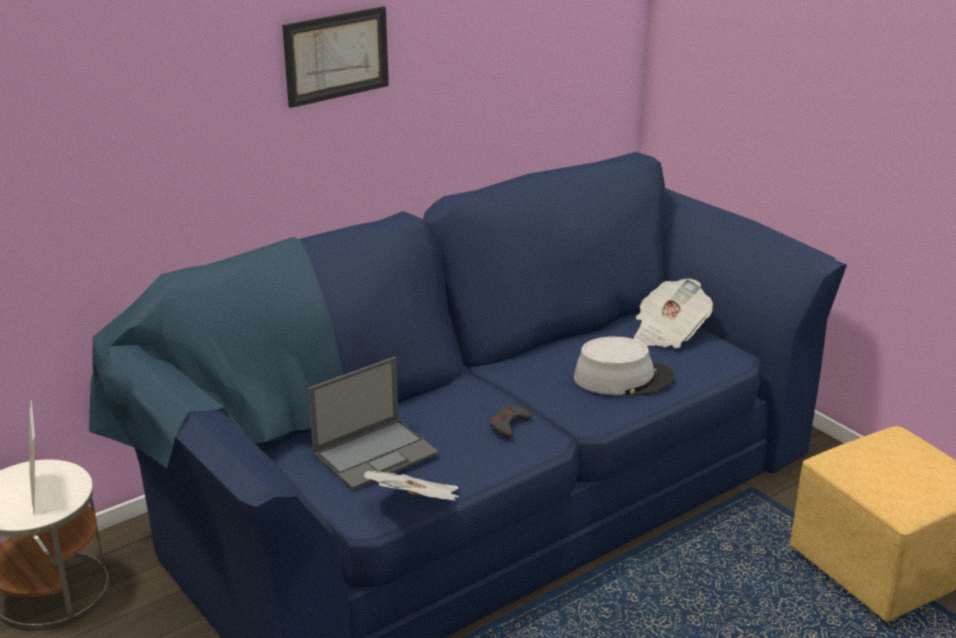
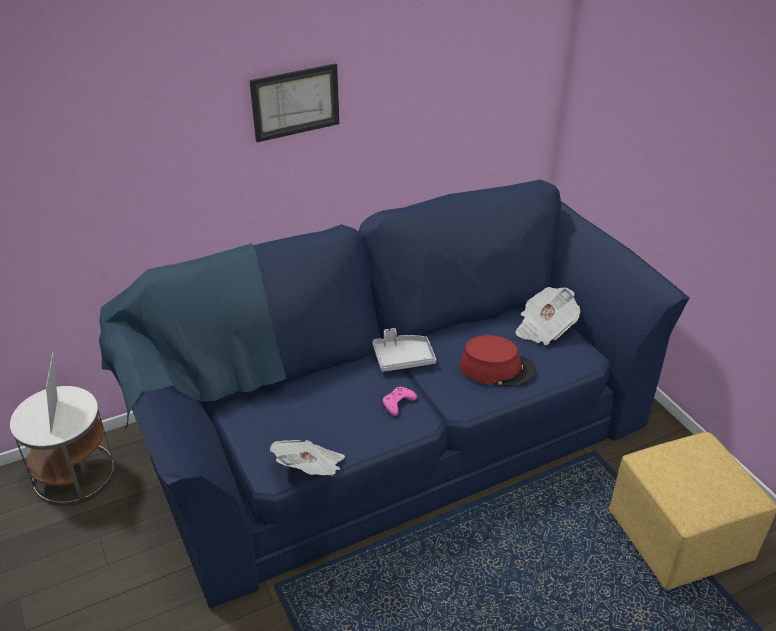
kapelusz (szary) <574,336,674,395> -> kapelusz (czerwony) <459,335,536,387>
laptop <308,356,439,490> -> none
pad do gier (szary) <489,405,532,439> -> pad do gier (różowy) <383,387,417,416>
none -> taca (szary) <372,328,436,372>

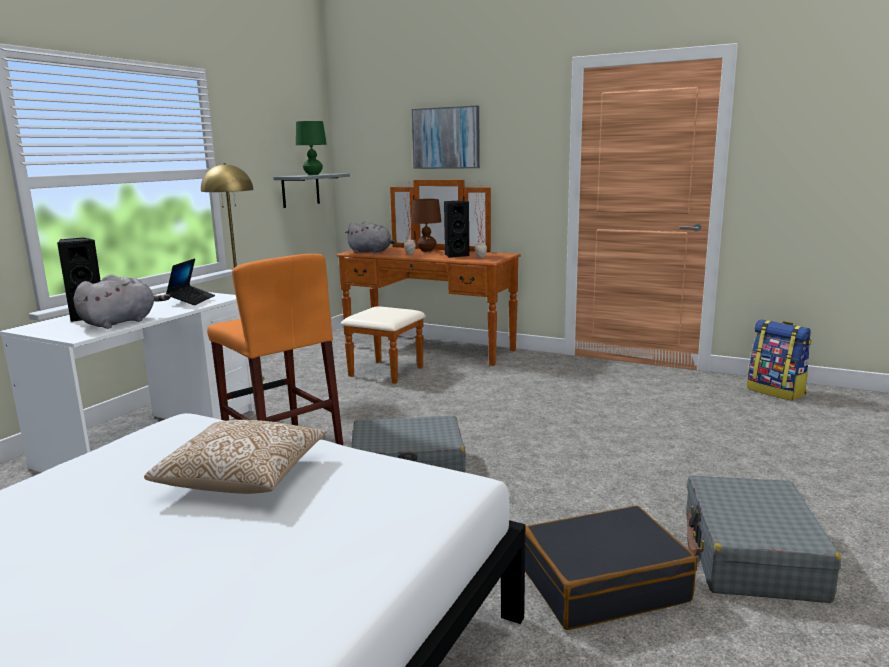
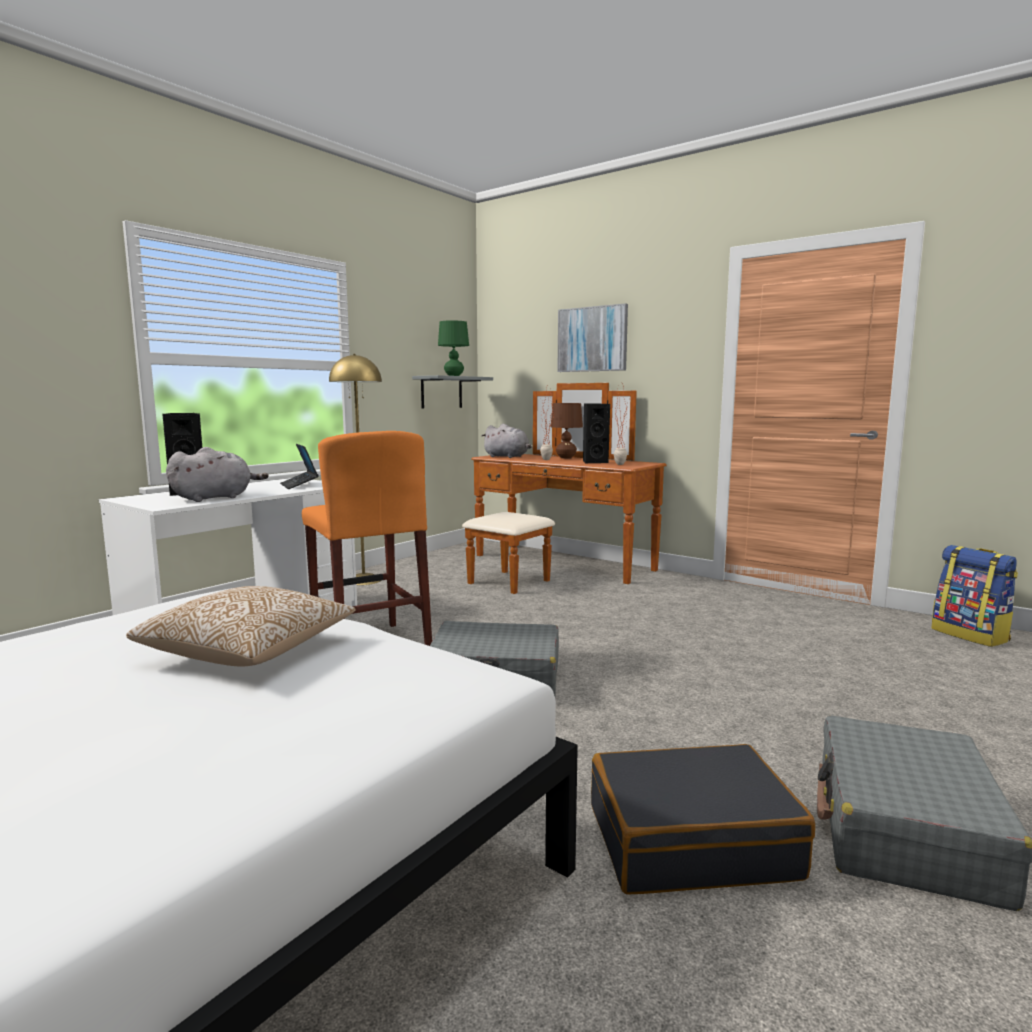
laptop <166,258,215,305> -> laptop <280,444,319,489>, 135 degrees clockwise

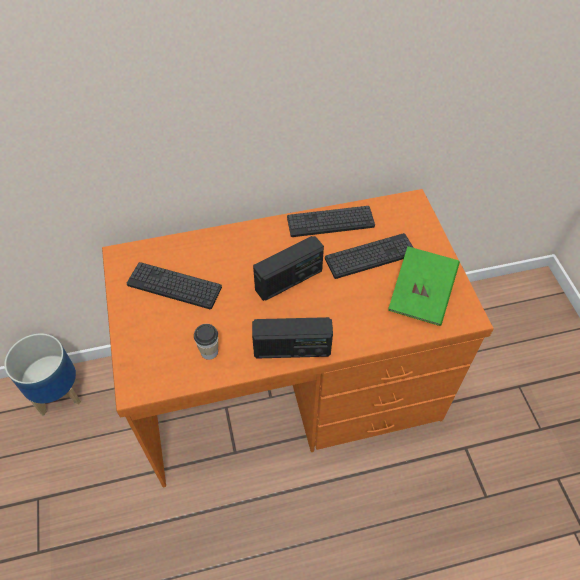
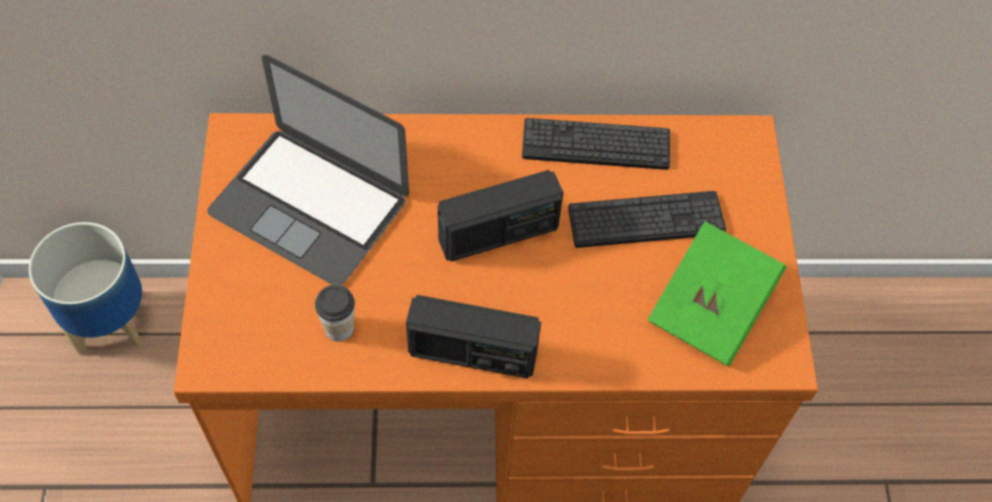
klawiatura <127,262,222,309> -> laptop <207,55,409,285>

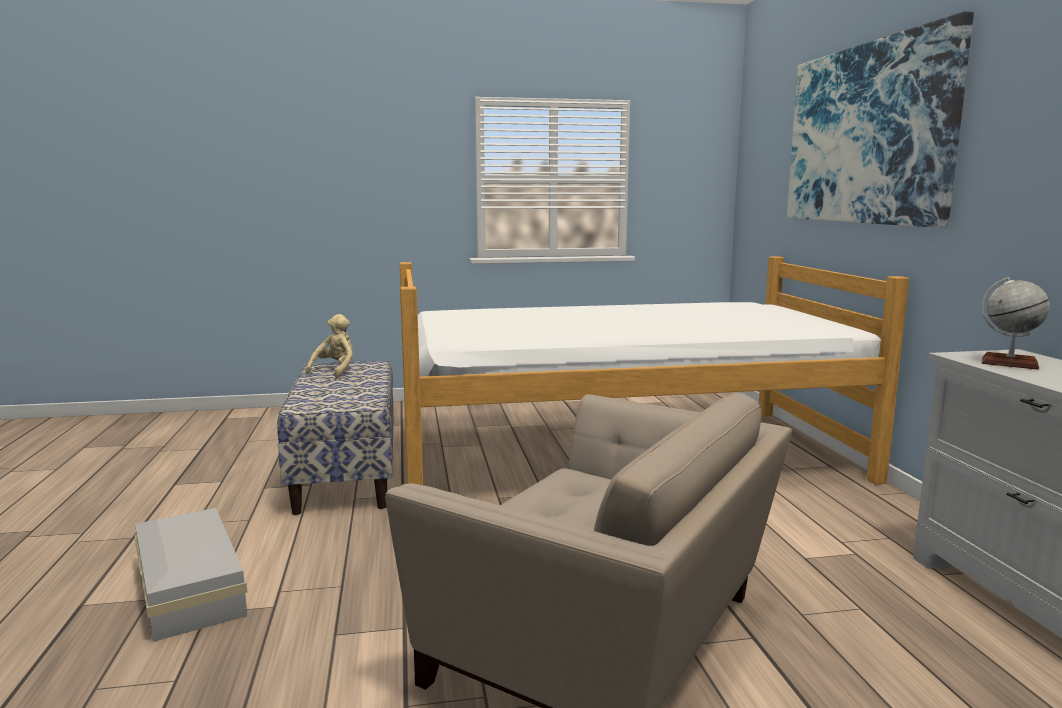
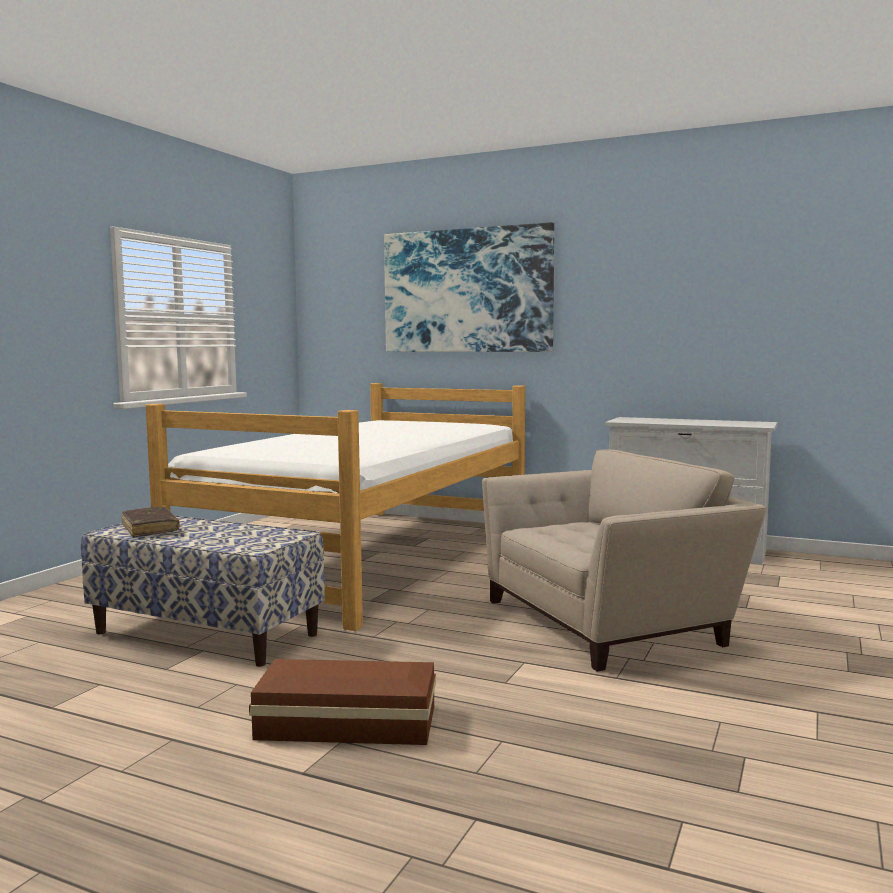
globus <982,277,1050,370> -> none
pluszak (beżowy) <305,314,353,378> -> książka (brązowy) <121,506,180,537>
pojemnik do przechowywania (biały) <135,508,247,642> -> pojemnik do przechowywania (brązowy) <249,659,436,745>

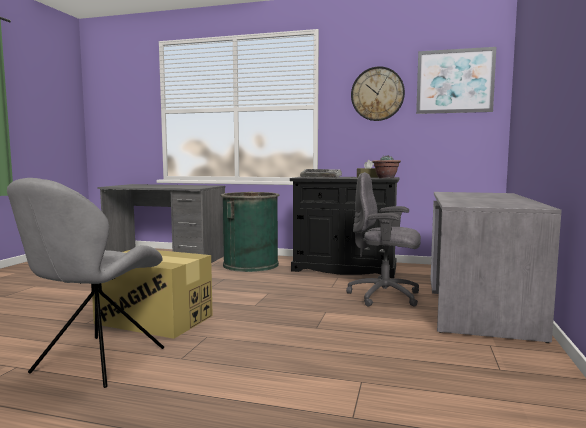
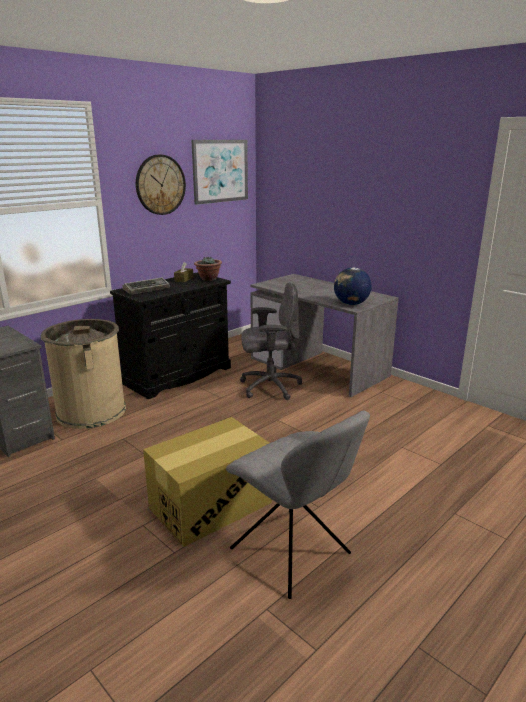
krzesło biurowe (szary) <346,172,421,307> -> krzesło biurowe (szary) <240,282,302,400>, 150 degrees counterclockwise
kosz na śmieci (zielony) <221,191,280,272> -> kosz na śmieci (beżowy) <41,319,126,429>
none -> globus <334,267,372,305>

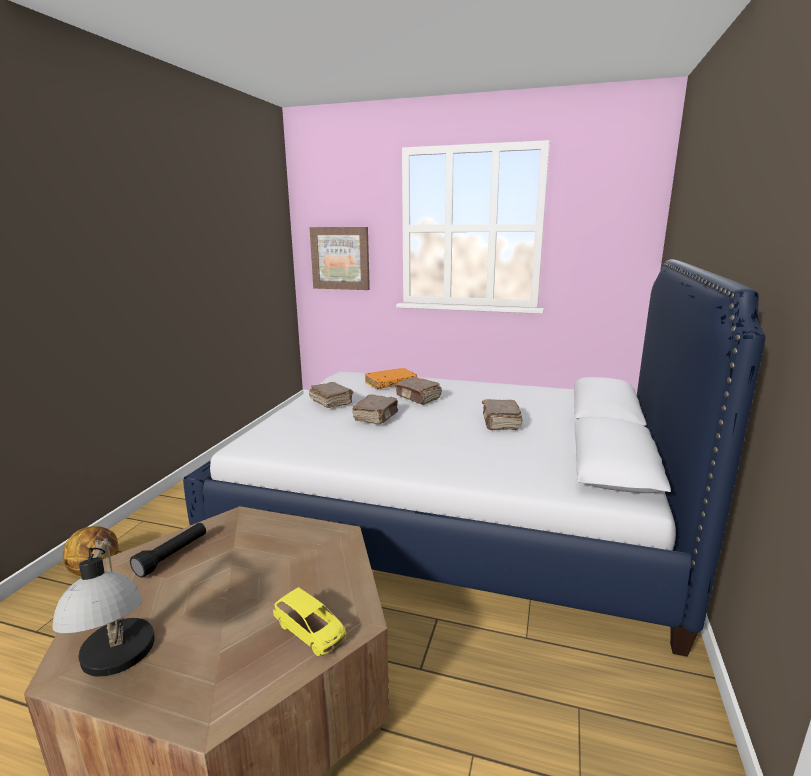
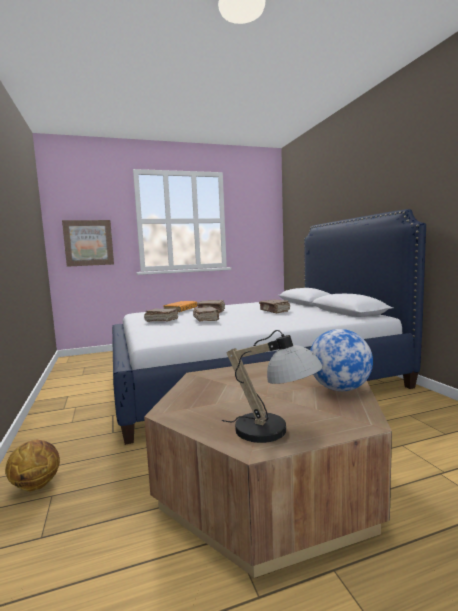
latarka (czarny) <130,523,206,578> -> none
samochodzik (żółty) <273,587,346,656> -> globus <310,329,373,391>

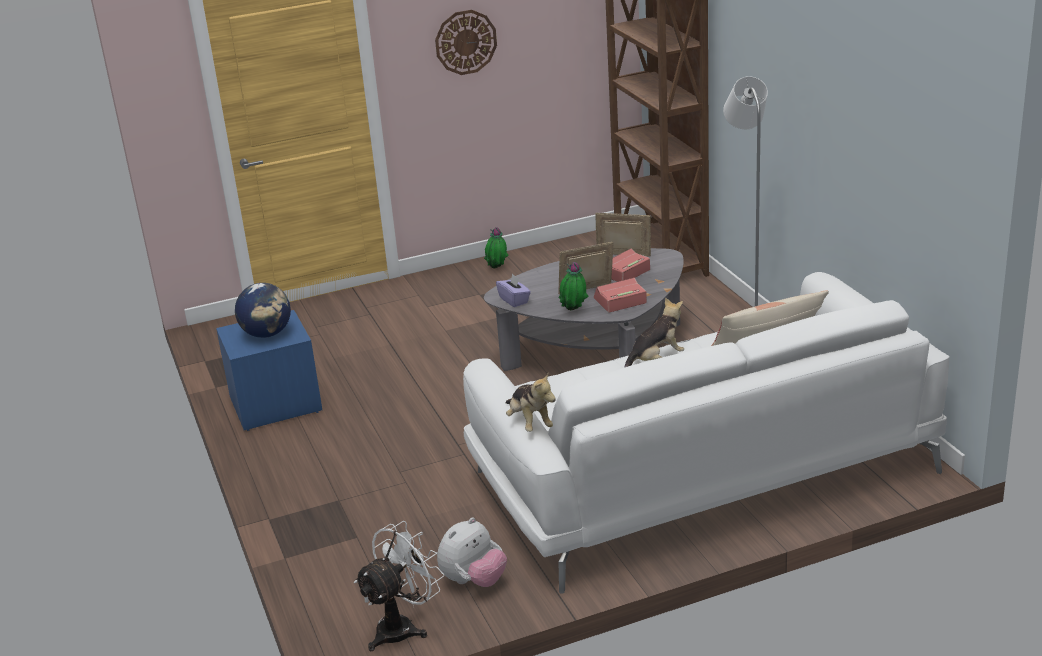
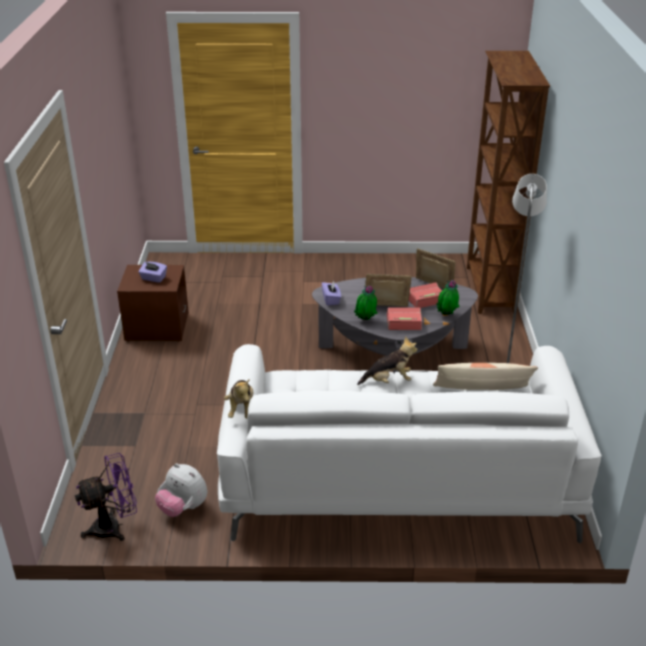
zegar ścienny <435,10,497,75> -> none
roślina doniczkowa <484,227,509,269> -> roślina doniczkowa <437,280,460,315>, moved
globus <235,283,291,338> -> pudełko chusteczek (fioletowy) <138,261,167,283>
szafka nocna (niebieski) <216,310,322,431> -> szafka nocna (brązowy) <117,265,189,342>
pluszak <437,517,507,587> -> pluszak <155,463,207,517>, 60 degrees clockwise
wentylator (biały) <354,521,444,651> -> wentylator (fioletowy) <75,453,137,541>

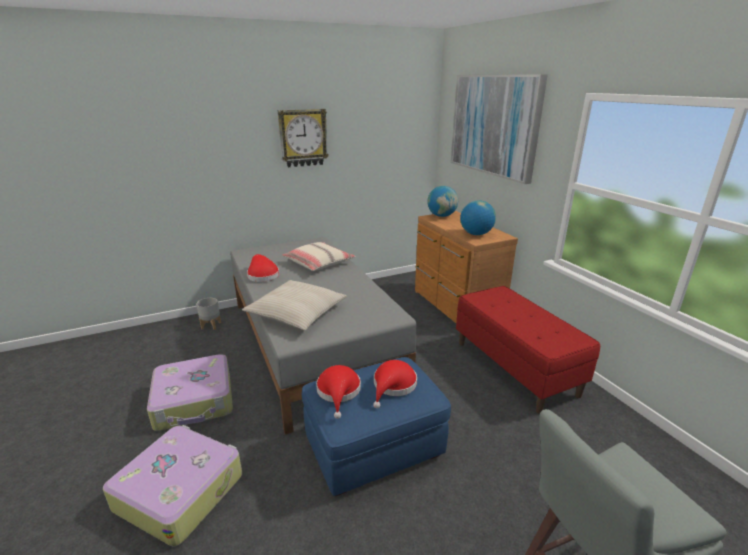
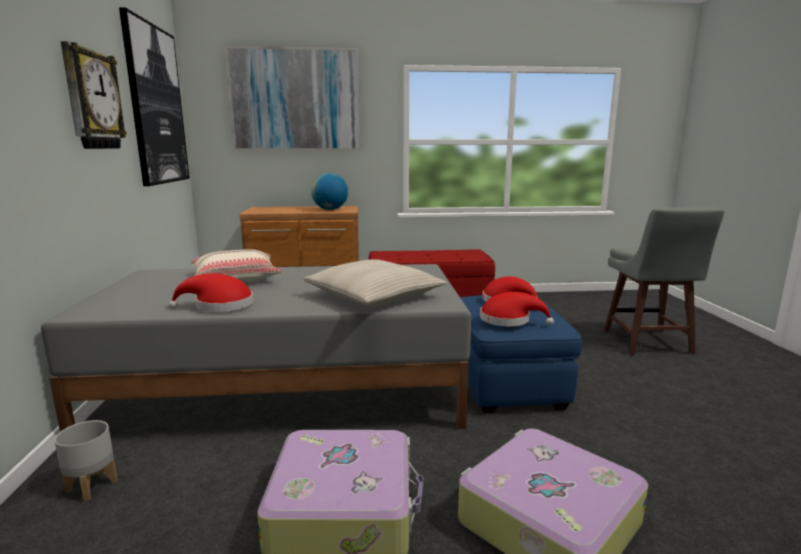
globus <427,186,458,217> -> none
none -> obraz <119,7,190,186>

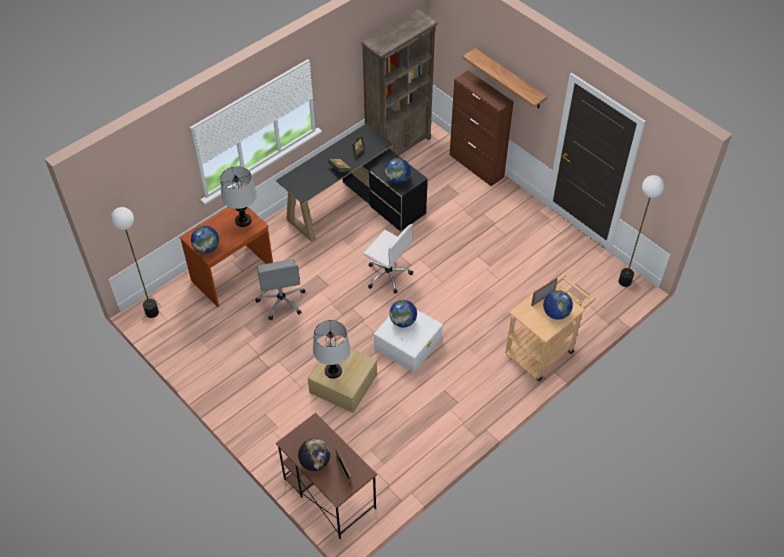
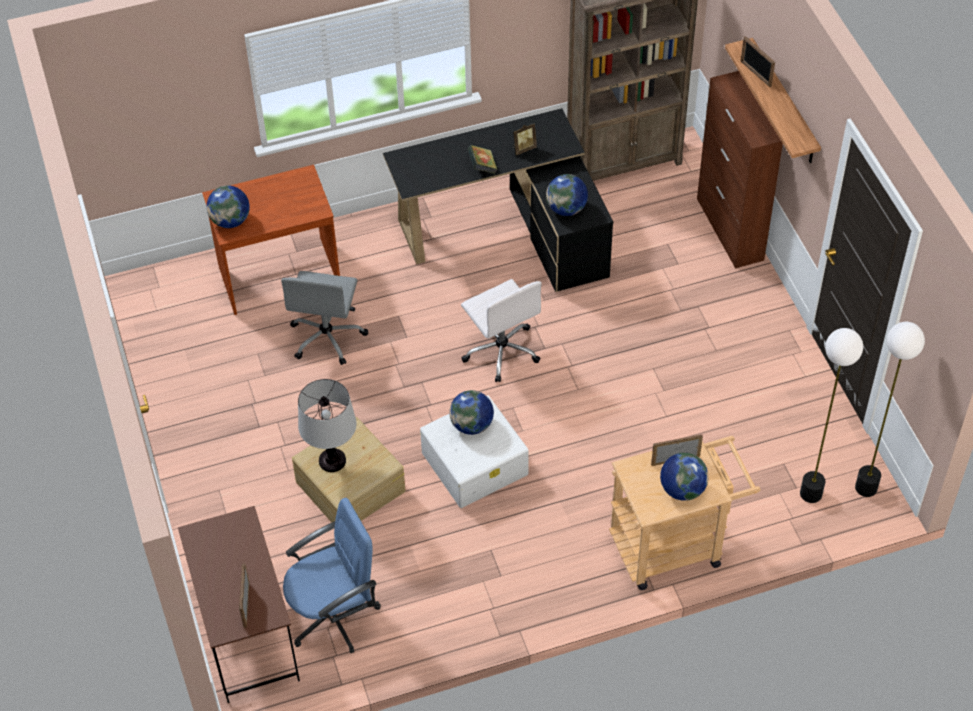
lampa stołowa <220,166,257,227> -> none
lampa stojąca <111,207,159,318> -> lampa stojąca <800,328,863,503>, moved
globus <298,438,330,471> -> none
none -> ramka na zdjęcie <741,36,775,87>
none -> krzesło biurowe (niebieski) <283,498,381,653>

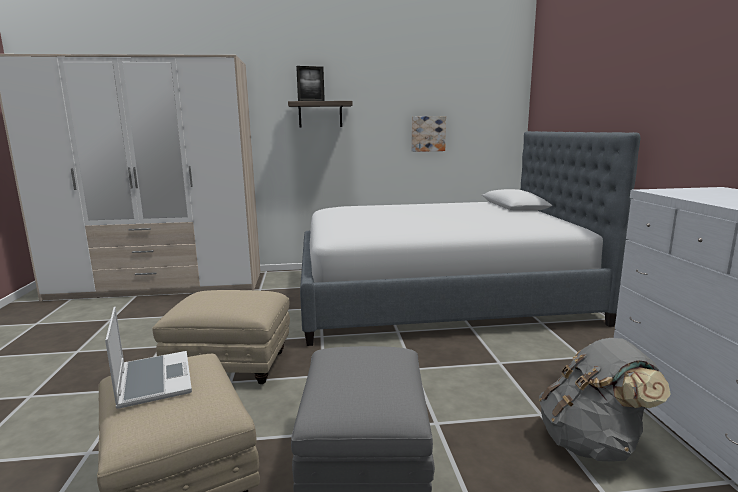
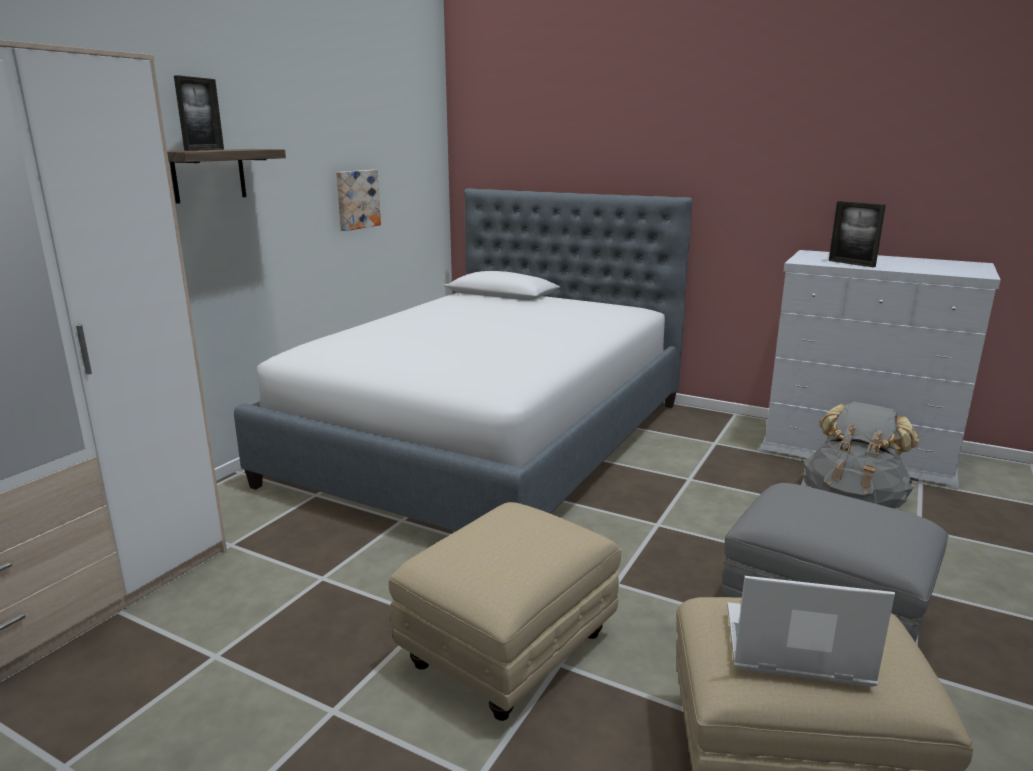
none -> ramka na zdjęcie <829,201,886,267>

